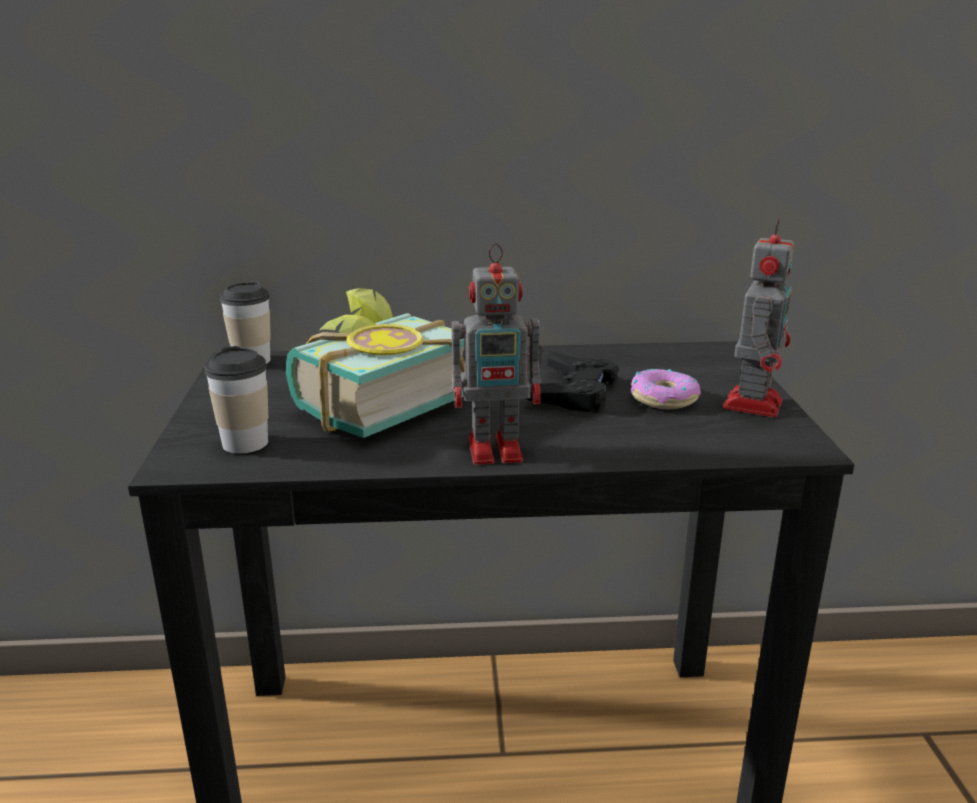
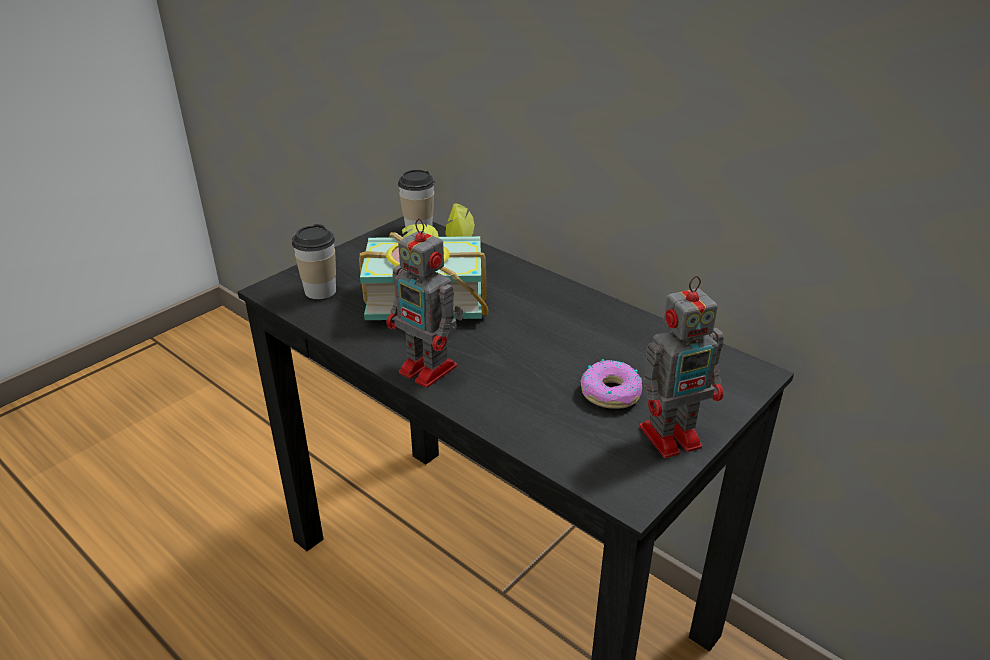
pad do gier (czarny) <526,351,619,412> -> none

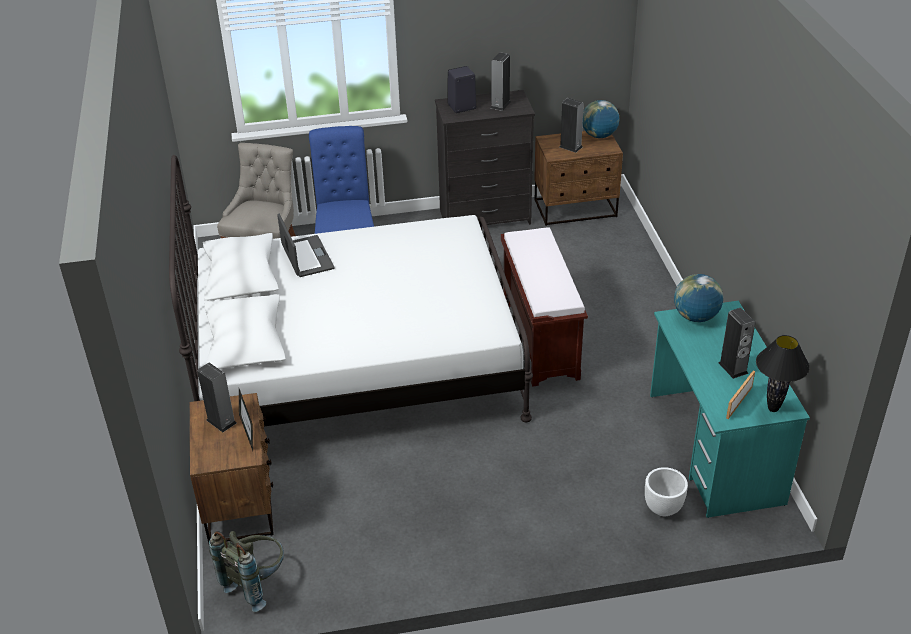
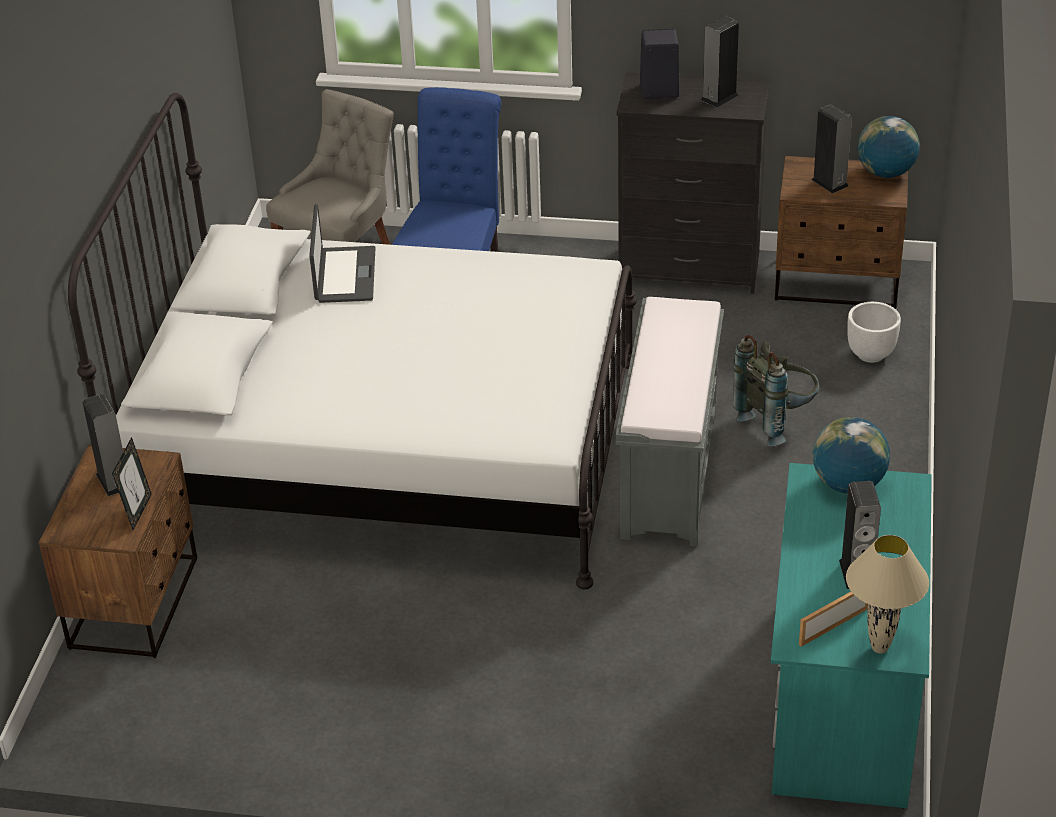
ławka (brązowy) <501,227,588,387> -> ławka (szary) <615,297,724,546>
lampa stołowa (czarny) <756,335,809,412> -> lampa stołowa (beżowy) <846,535,929,654>
donica (biały) <645,467,688,516> -> donica (biały) <847,302,901,363>, moved
plecak (szary) <209,531,284,612> -> plecak (szary) <733,335,819,446>, moved

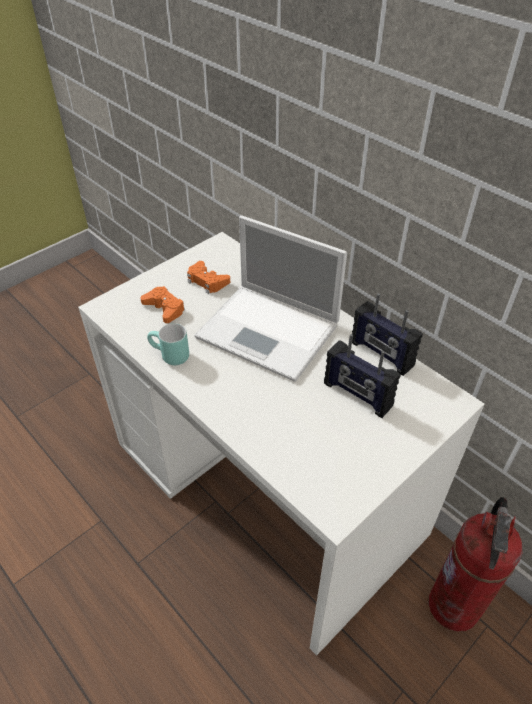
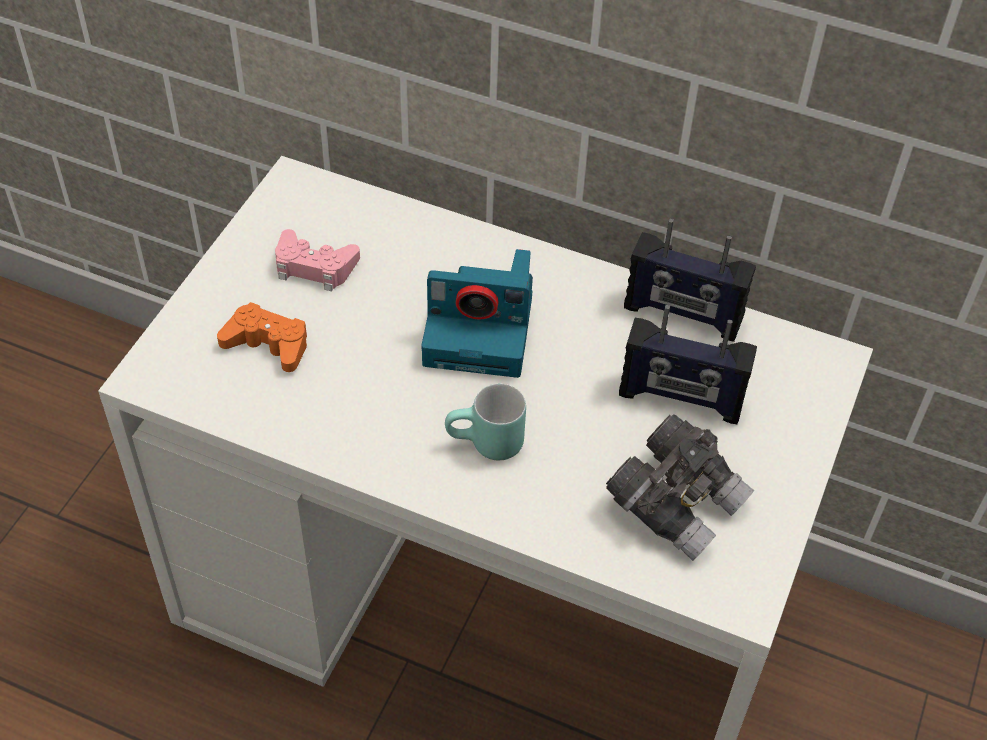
laptop <194,216,347,382> -> aparat fotograficzny <422,249,533,378>
pad do gier (pomarańczowy) <187,261,230,294> -> pad do gier (różowy) <275,229,360,291>
kubek (turkusowy) <147,323,189,365> -> kubek (turkusowy) <445,384,526,460>, moved
gaśnica <429,497,523,632> -> none
none -> lornetka (szary) <606,414,754,561>

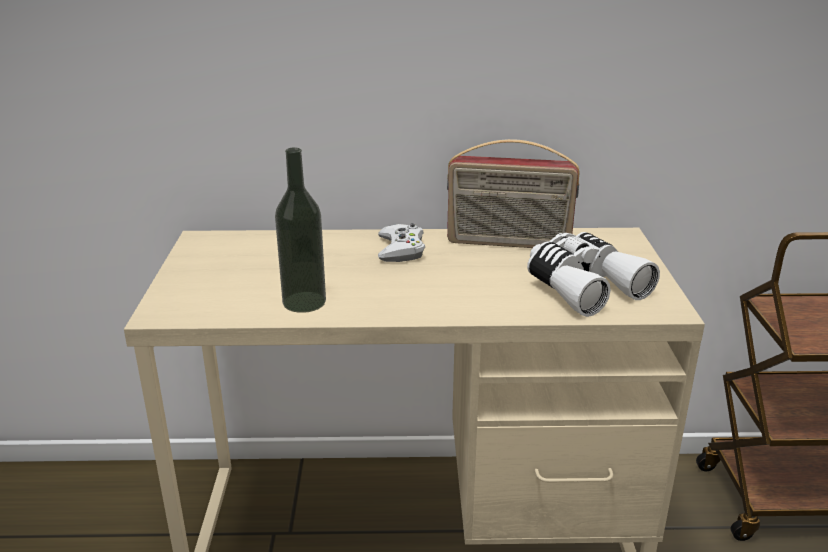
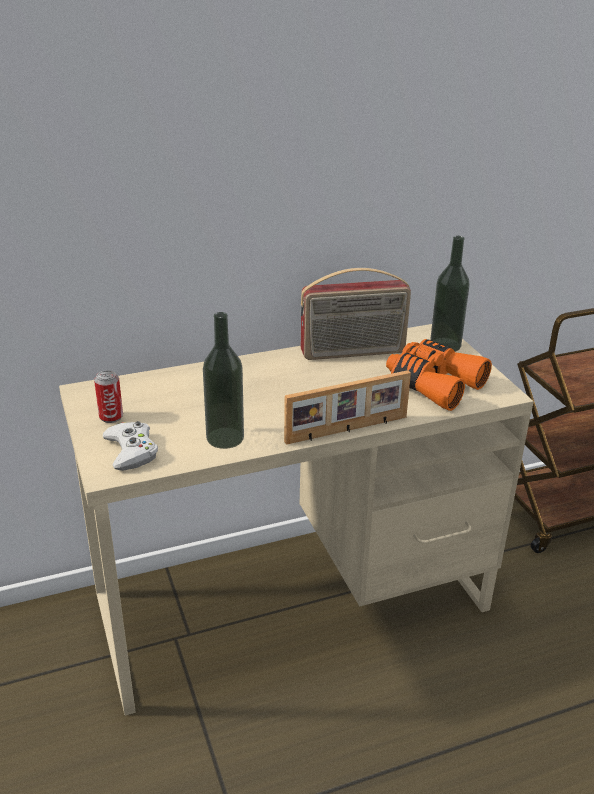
pad do gier (biały) <378,223,425,262> -> pad do gier (biały) <103,421,158,471>, moved
lornetka (biały) <527,232,660,317> -> lornetka (pomarańczowy) <386,339,492,411>
none -> butelka <430,236,470,352>
none -> puszka <94,370,123,423>
none -> ramka na zdjęcie <284,370,411,445>

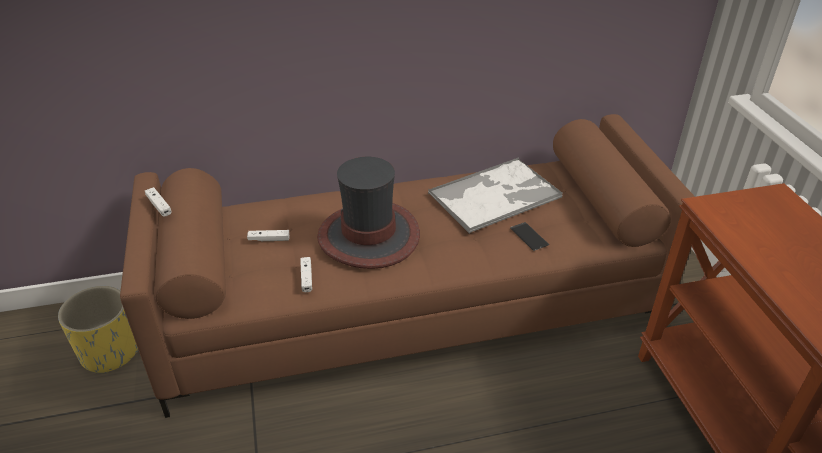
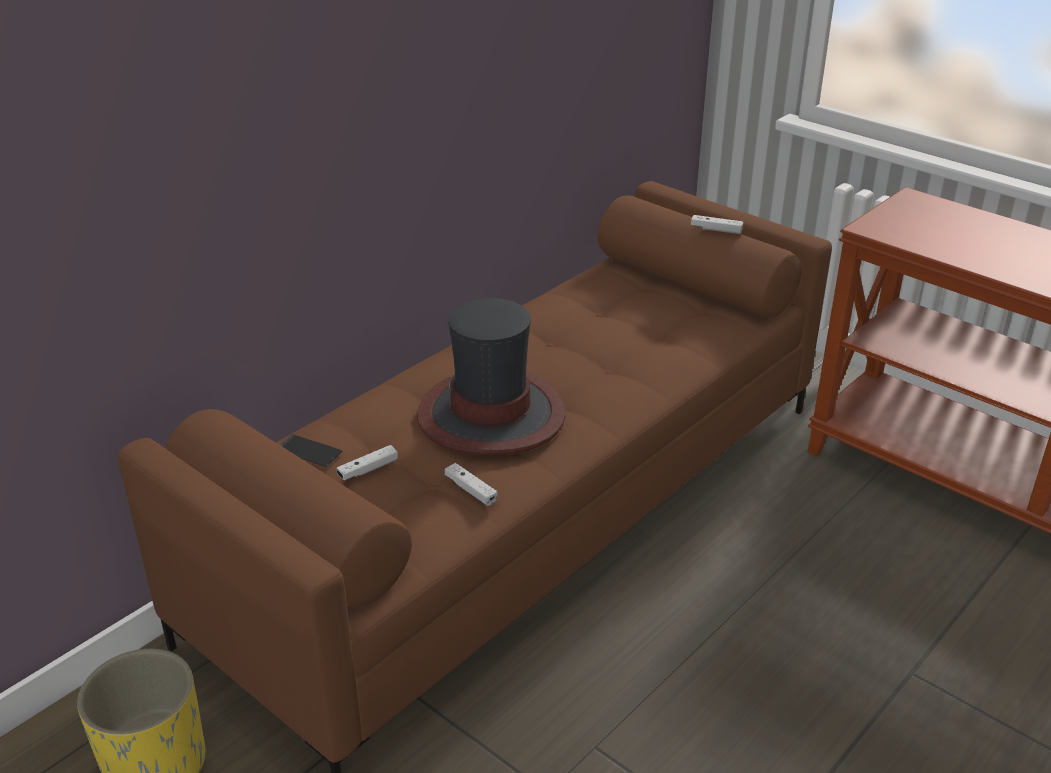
taca <428,157,563,234> -> none
pad do gier (biały) <145,187,171,217> -> pad do gier (biały) <691,215,743,234>, moved
telefon <510,222,549,251> -> telefon <280,434,343,467>, moved

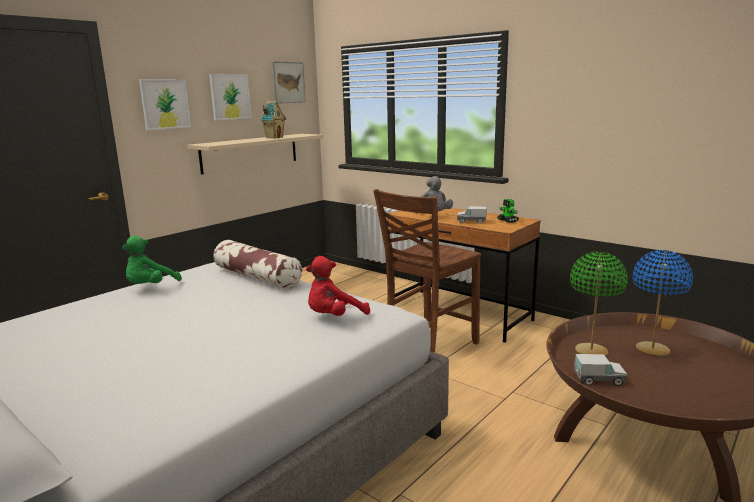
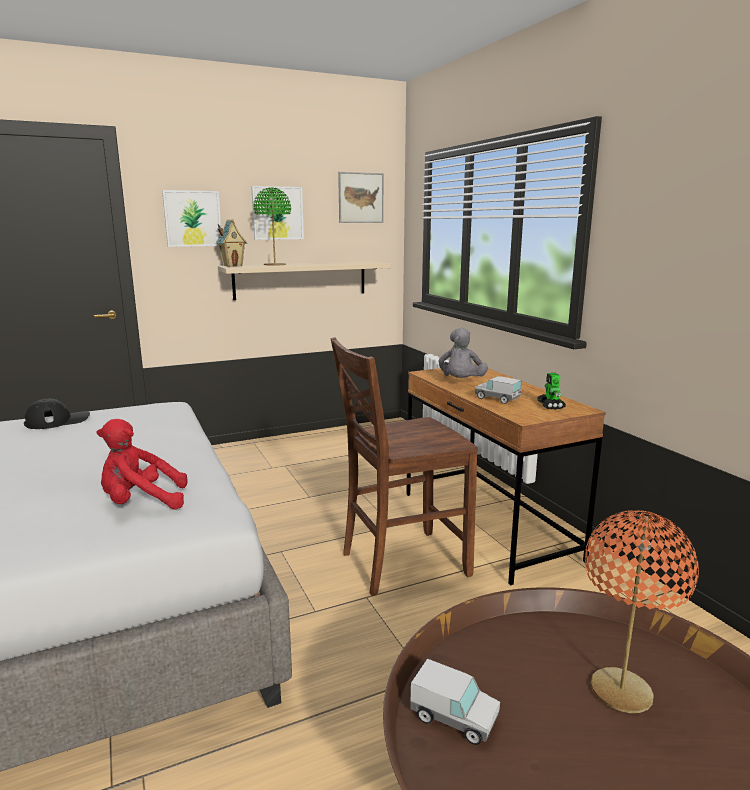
domek <260,101,286,139> -> domek <216,219,247,267>, moved
pluszak (zielony) <122,236,182,284> -> czapka z daszkiem (czarny) <24,399,90,429>
poduszka <213,240,302,289> -> none
lampa stołowa (niebieski) <633,250,693,357> -> lampa stołowa (pomarańczowy) <585,510,699,713>
lampa stołowa (zielony) <570,252,628,356> -> lampa stołowa (zielony) <253,187,291,266>, moved

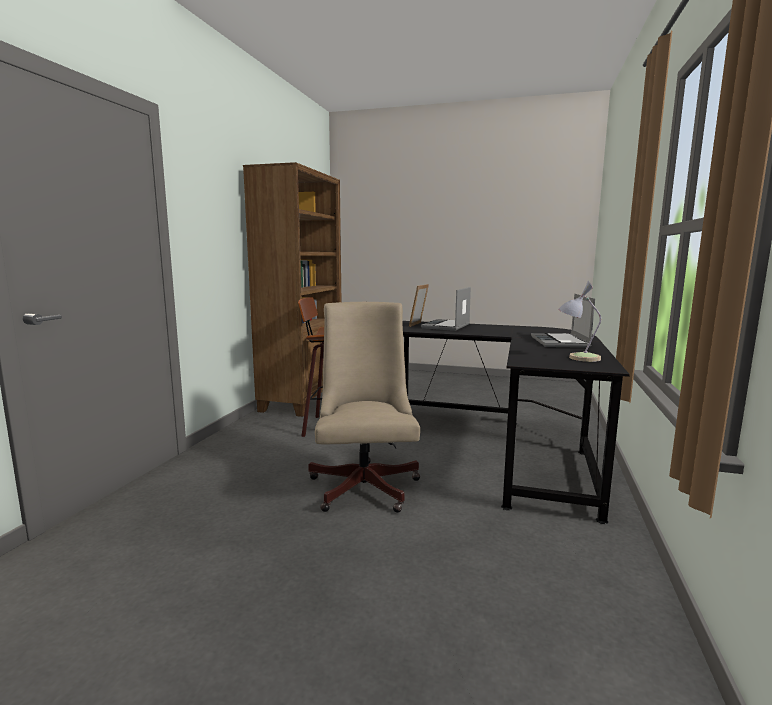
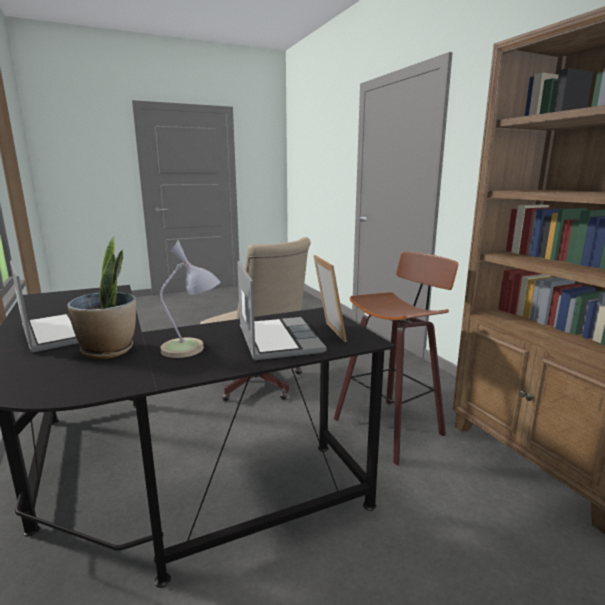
lampa stołowa <558,280,601,362> -> lampa stołowa <160,240,220,358>, moved
none -> roślina doniczkowa <68,237,136,359>

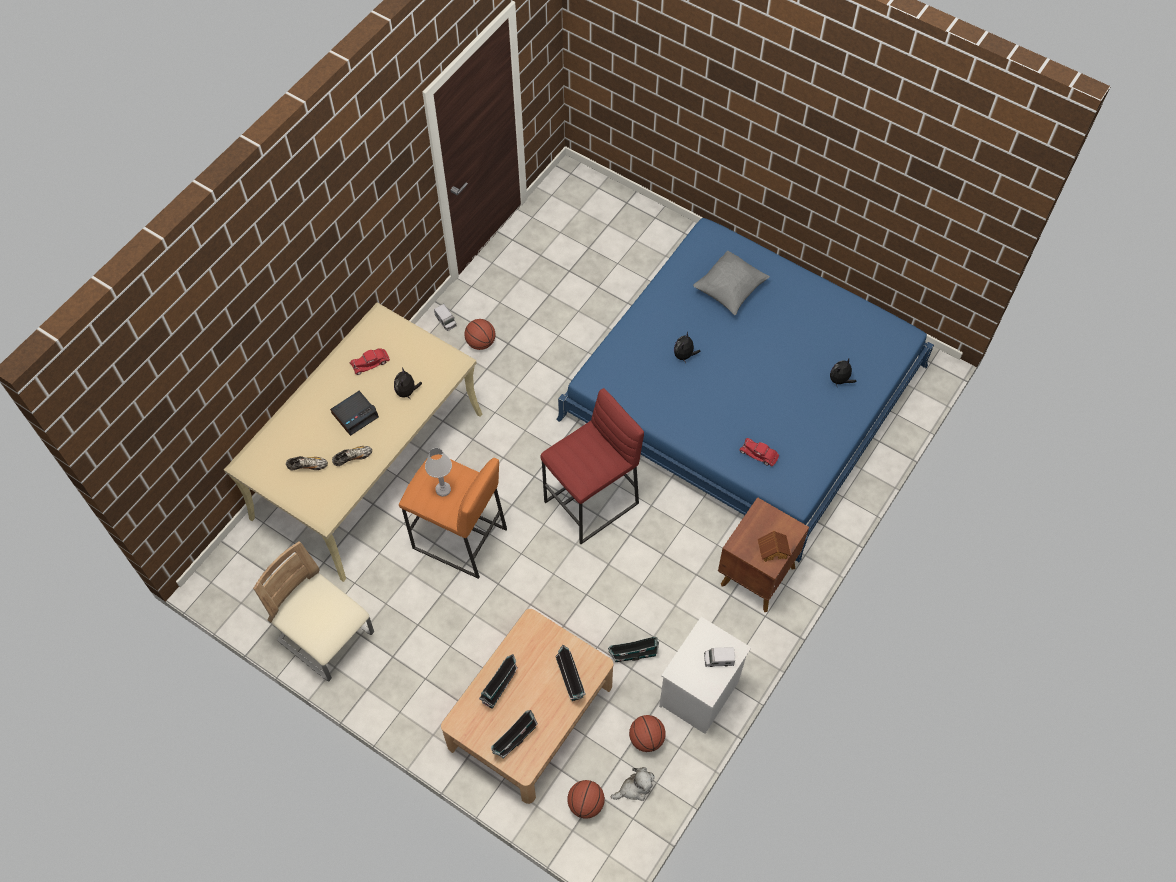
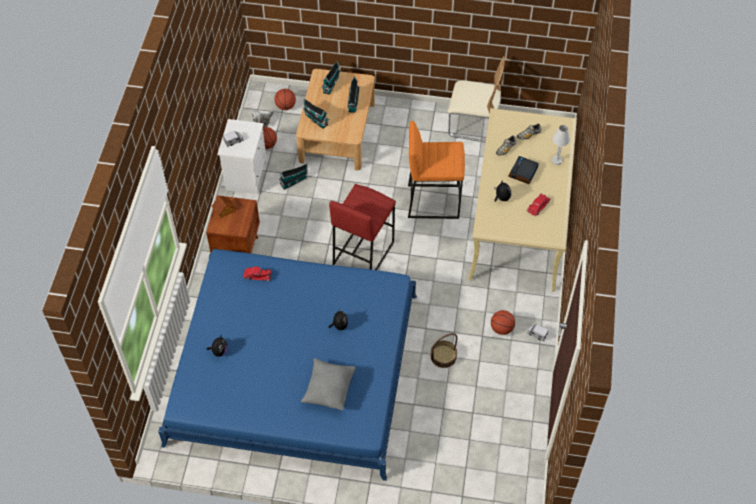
lampa stołowa (biały) <425,448,452,497> -> lampa stołowa (biały) <552,125,570,165>, moved
none -> koszyk <430,333,457,368>

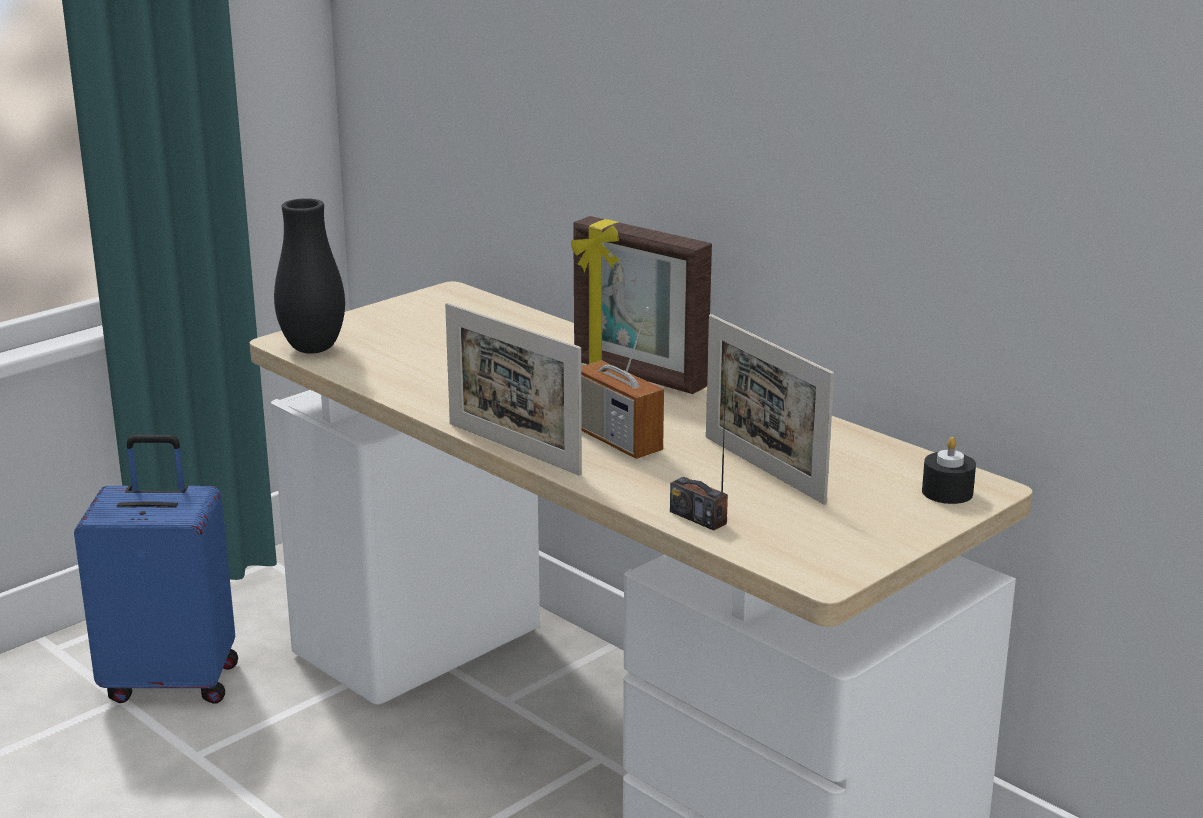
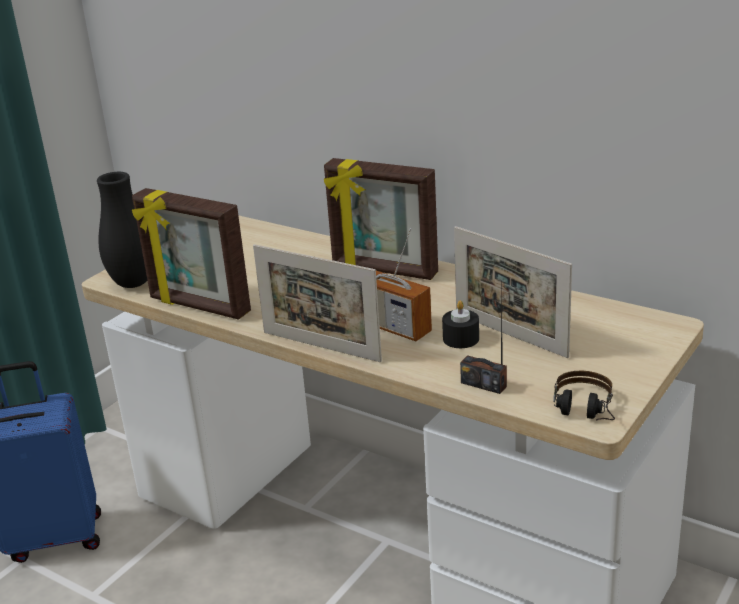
świeca (czarny) <922,437,976,504> -> świeca (czarny) <442,301,479,348>, moved
none -> ramka na zdjęcie <132,188,251,319>
none -> słuchawki <554,371,615,421>

